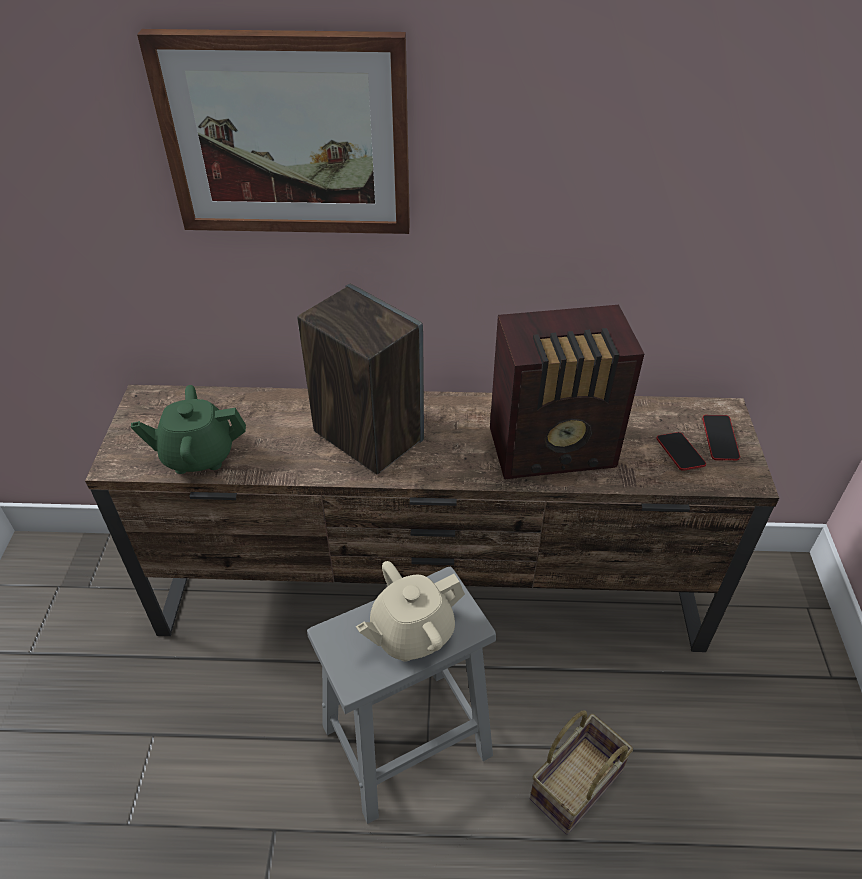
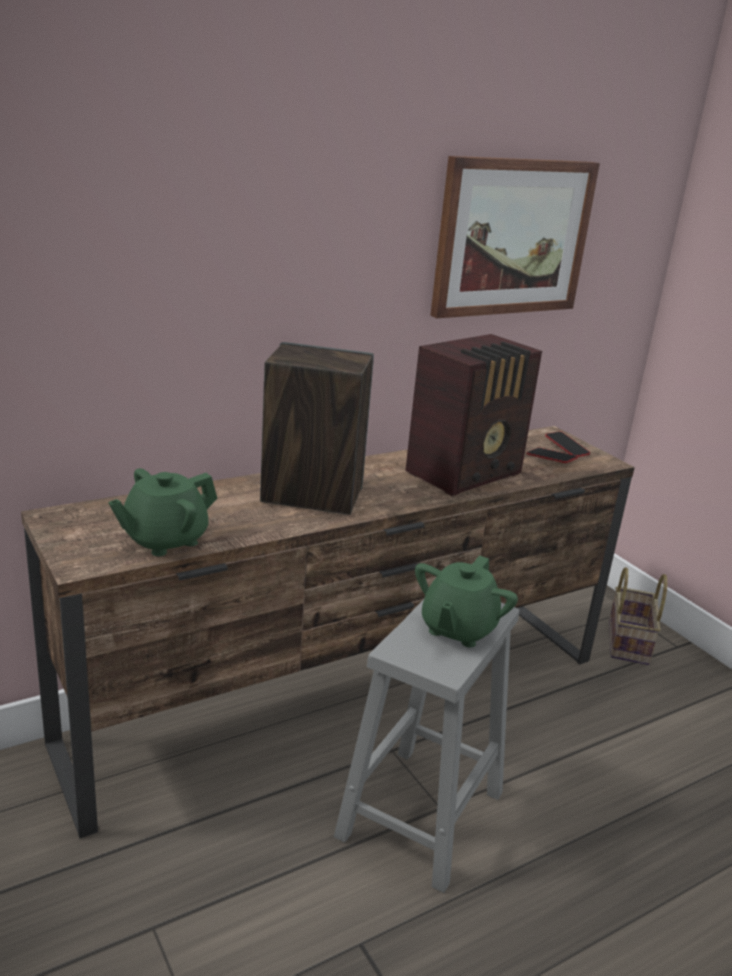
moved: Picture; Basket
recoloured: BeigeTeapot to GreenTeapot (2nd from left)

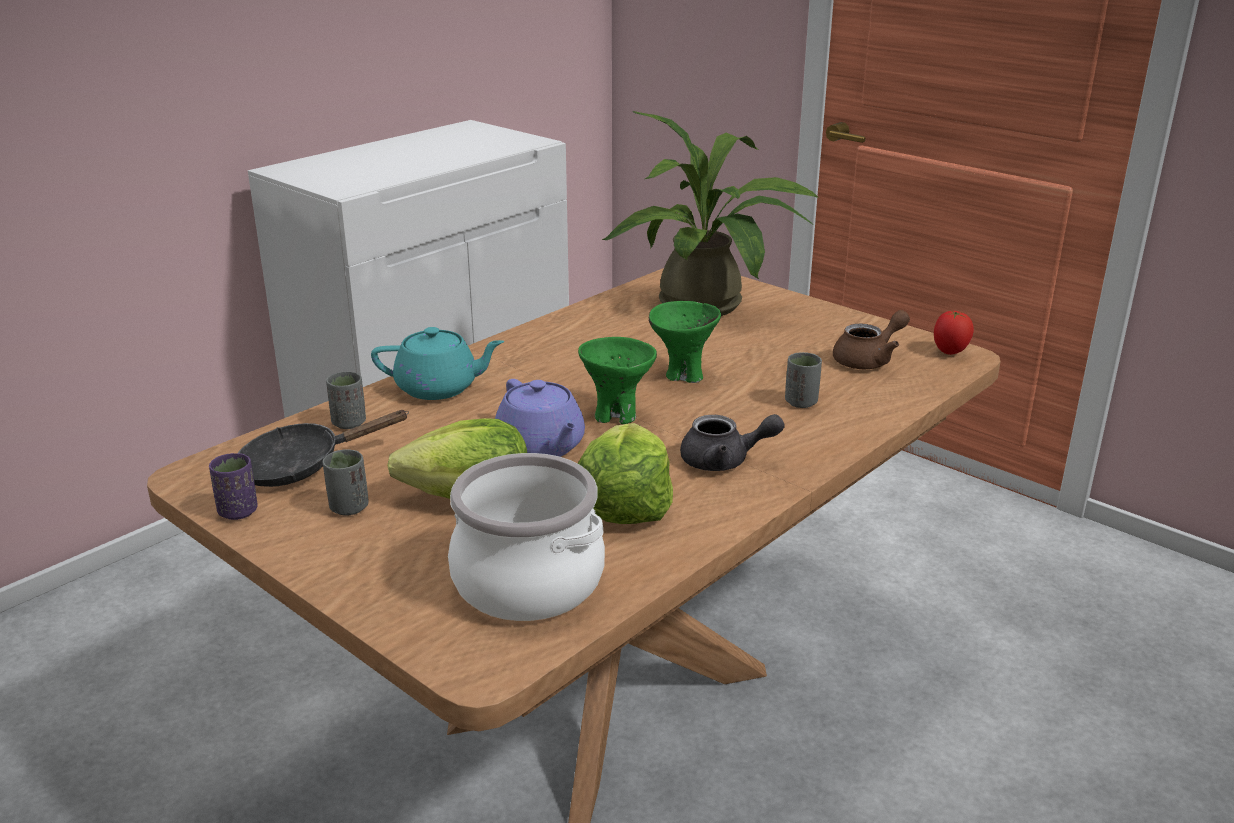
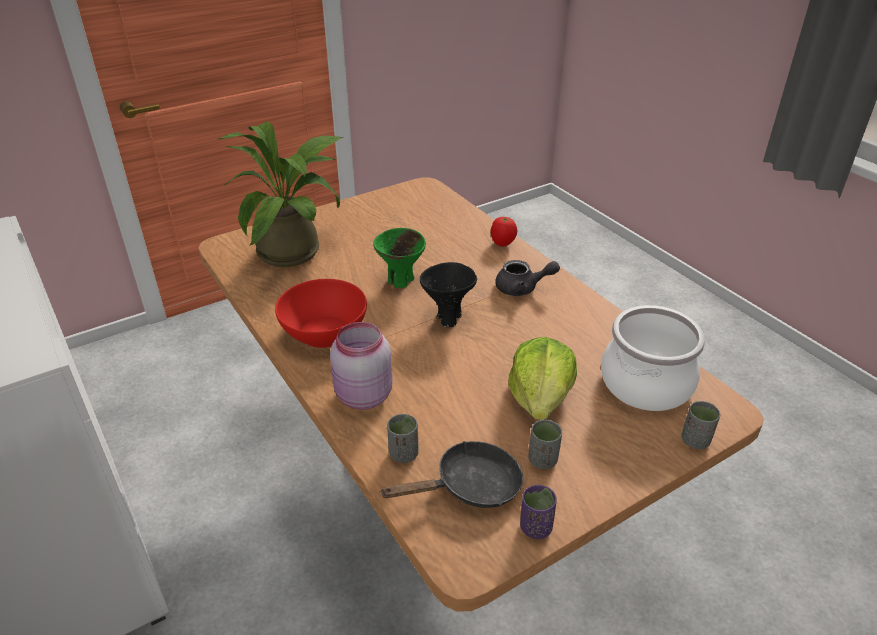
removed: BrownTeapot; PurpleTeapot; Lettuce (2nd from left)
added: RedBowl
moved: Tomato; GreyCup (3rd from left)
replaced: TurquoiseTeapot to PinkJar
recoloured: GreenBowl (1st from left) to BlackBowl
turned: BlackFryingPan 105 degrees counterclockwise; GreyTeapot 75 degrees clockwise

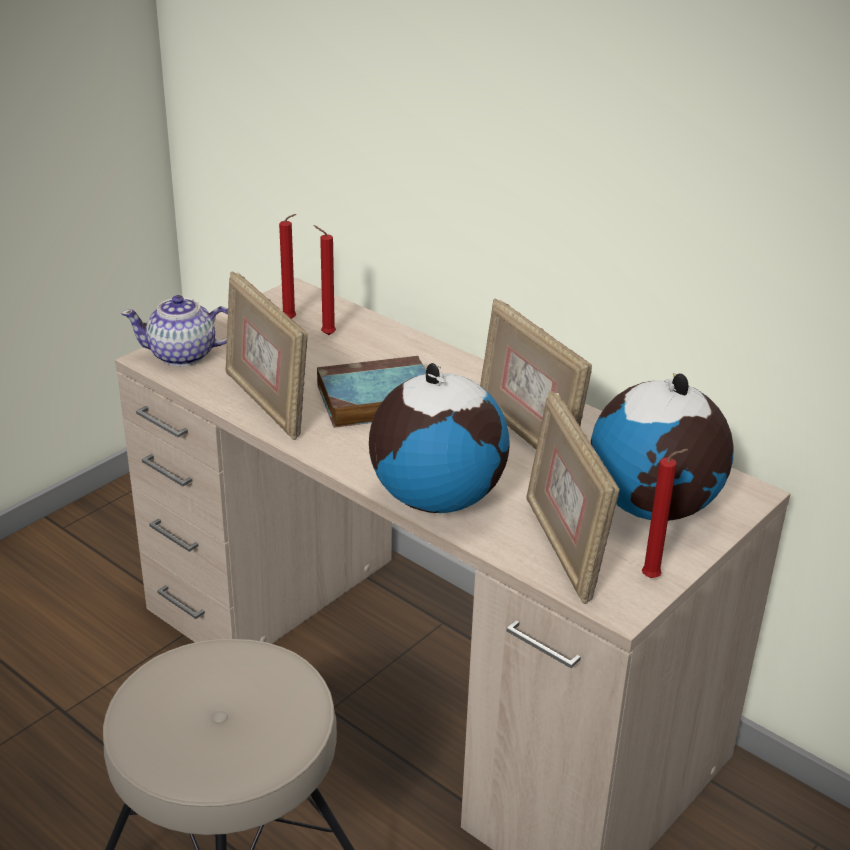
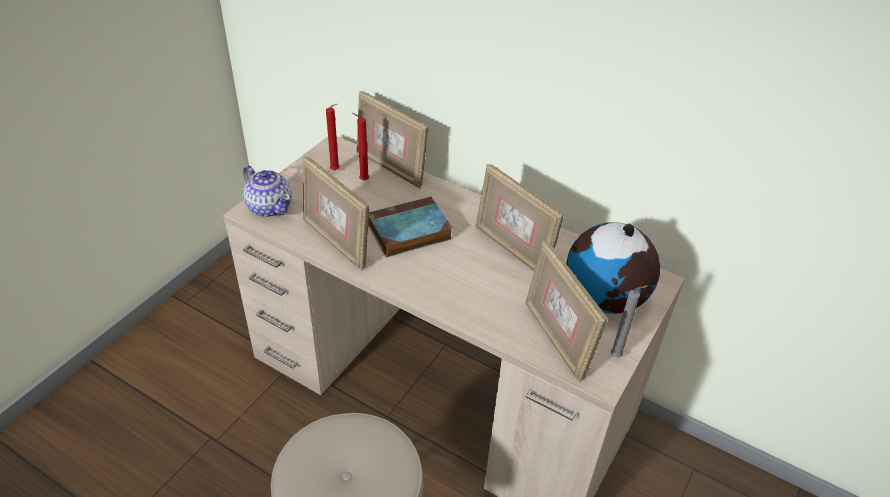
removed: Globe (1st from left)
added: PictureFrame (2nd from left)
recoloured: RedCandle (3rd from left) to GreyCandle
turned: Teapot 120 degrees counterclockwise

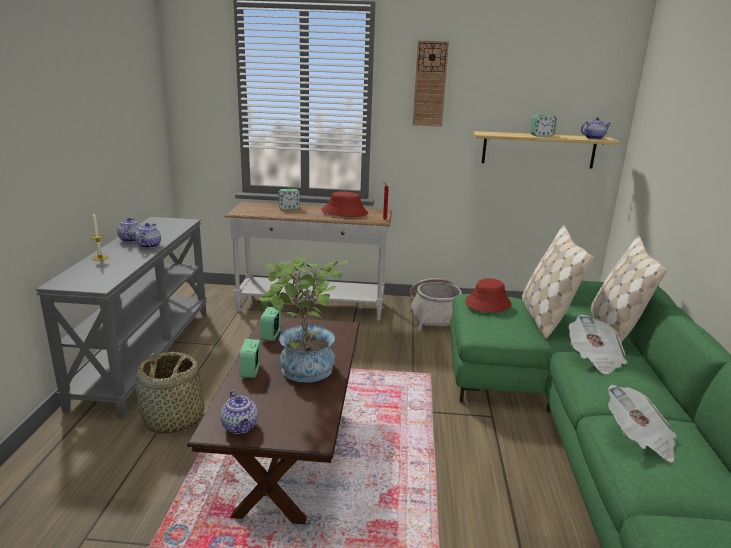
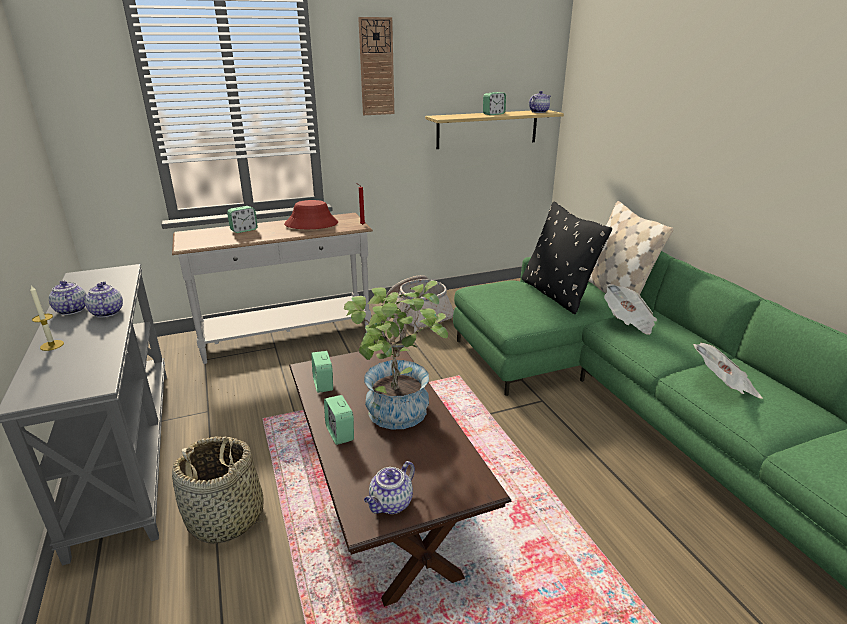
removed: RedHat (2nd from left)
recoloured: BeigePillow (1st from left) to BlackPillow
turned: Teapot (3rd from left) 90 degrees clockwise

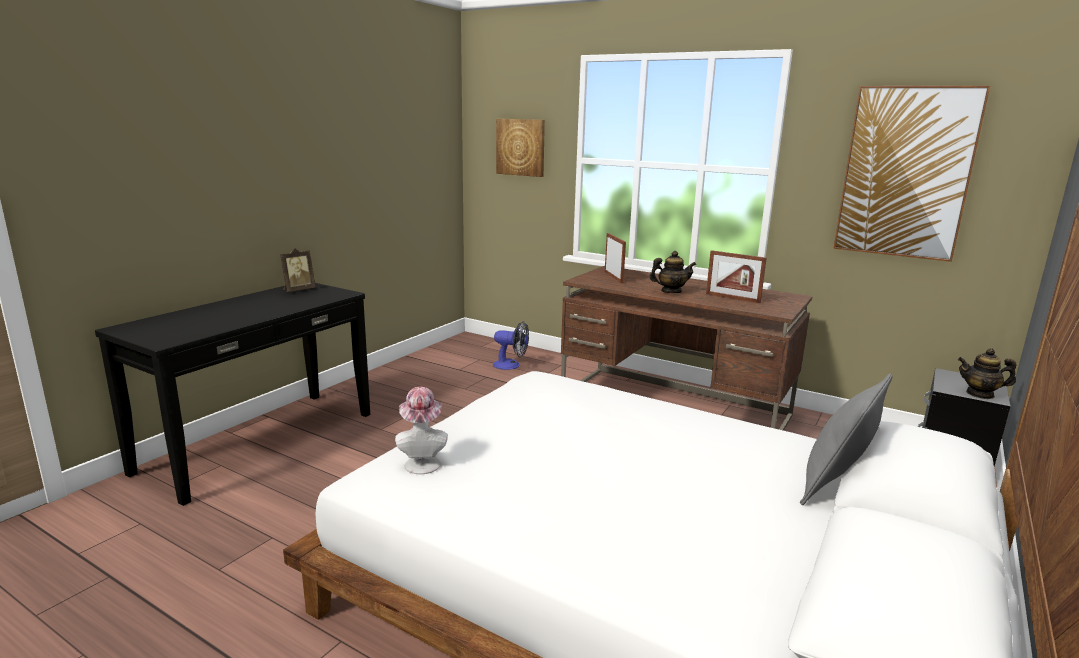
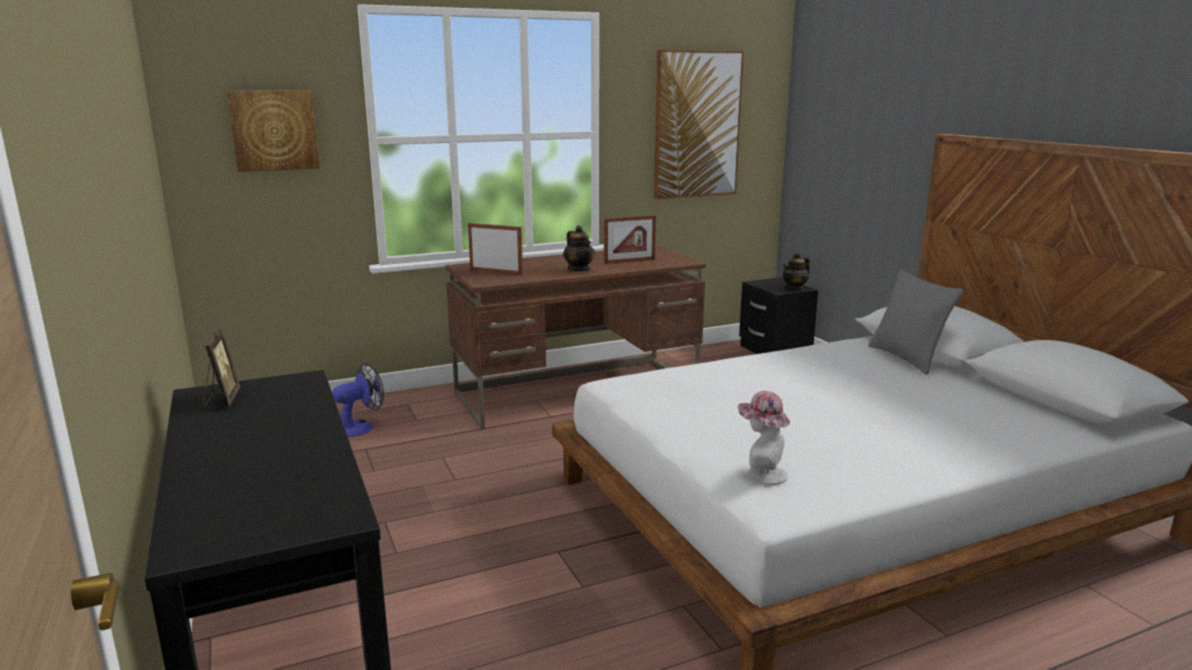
turned: Teapot (1st from left) 120 degrees clockwise

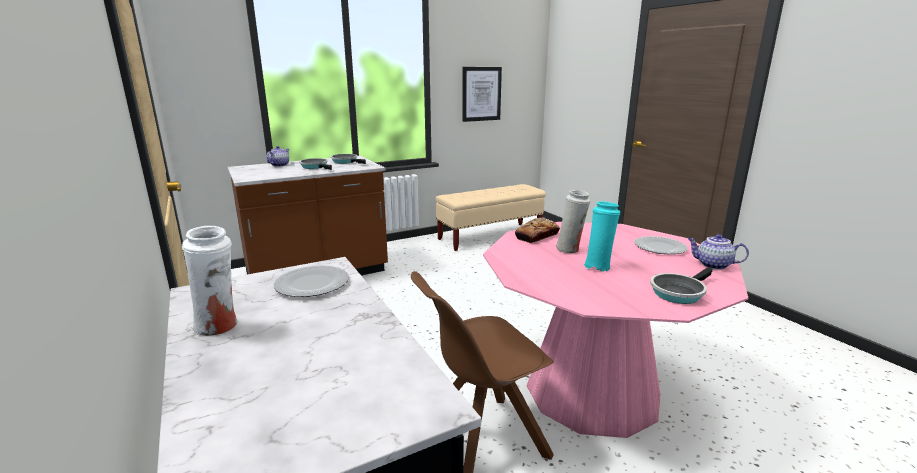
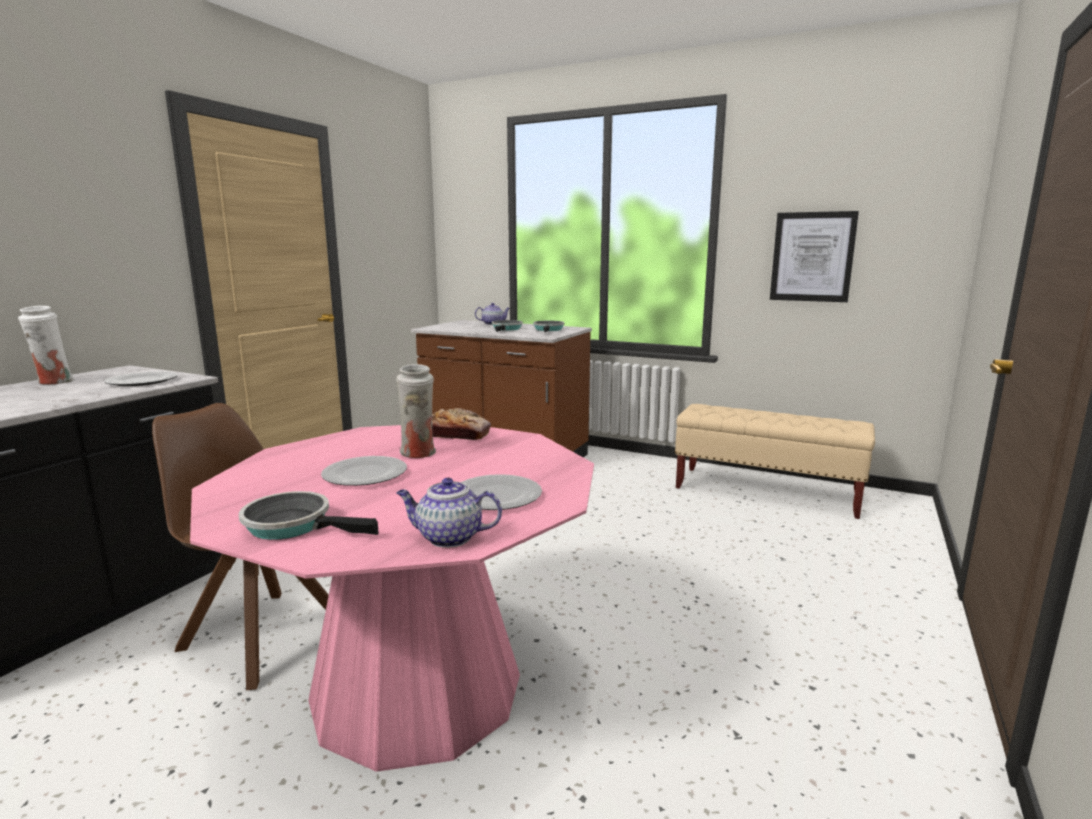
replaced: TurquoiseVase to Plate (2nd from left)
turned: Teapot (2nd from left in the first image) 75 degrees counterclockwise

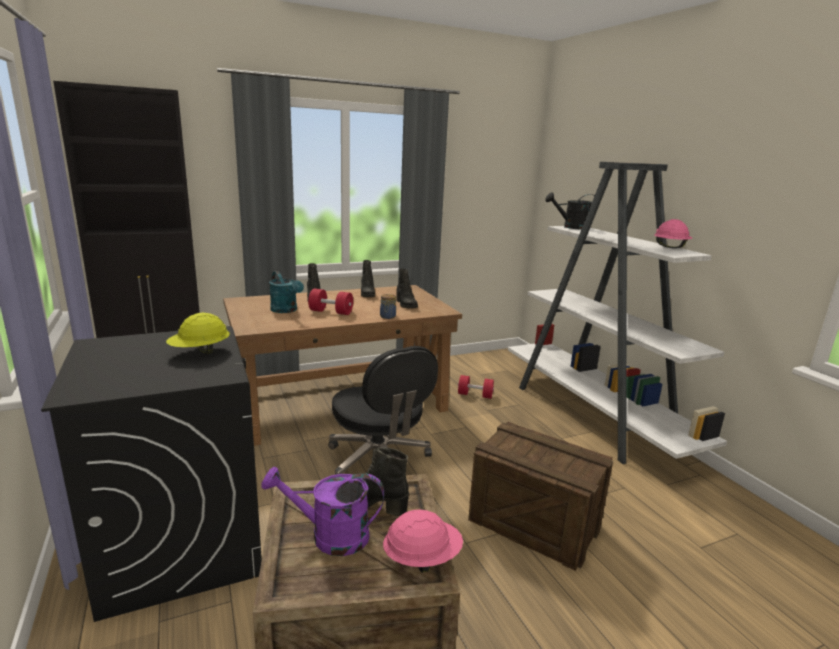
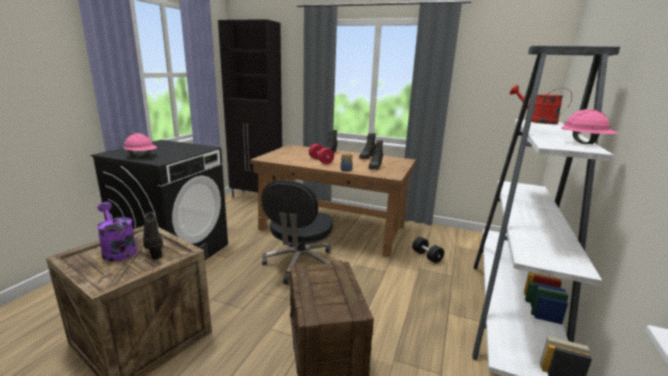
removed: TurquoiseWateringCan; YellowHardHat
moved: PinkHardHat (1st from left)
recoloured: BlackWateringCan to RedWateringCan; RedDumbbell (2nd from left) to BlackDumbbell

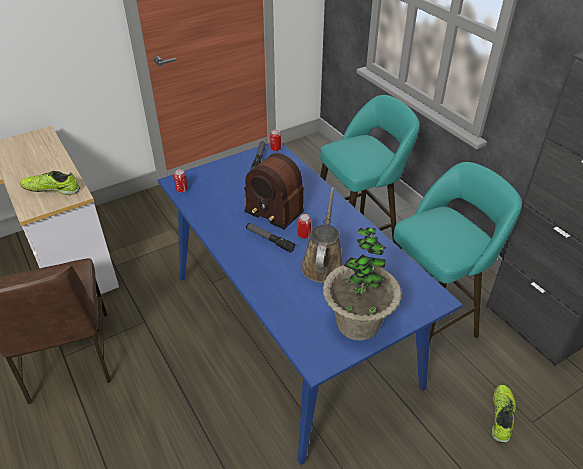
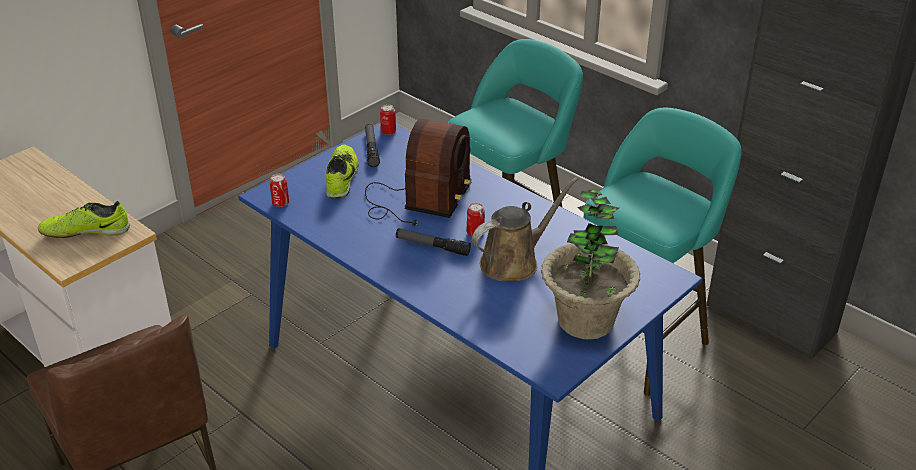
moved: Shoe (2nd from left)
turned: Radio 90 degrees counterclockwise; BrownWateringCan 60 degrees clockwise

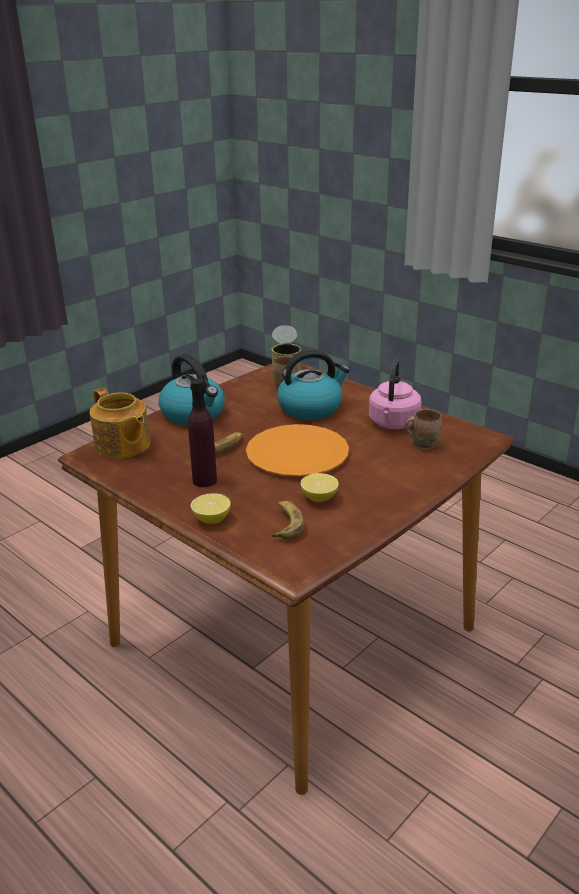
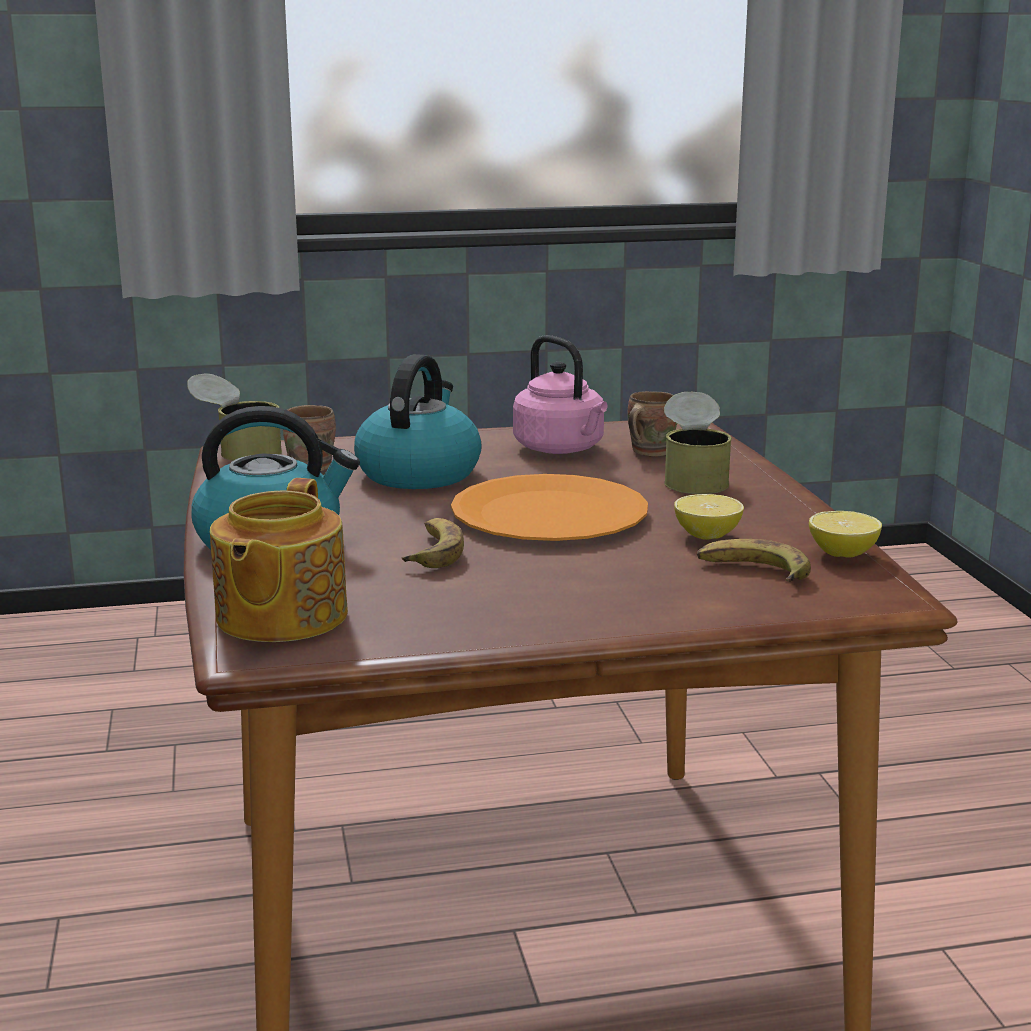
removed: PurpleBottle
added: Can (2nd from left)
moved: Lemon (1st from left in the first image) to Lemon (2nd from left)
turned: Teapot 105 degrees clockwise

